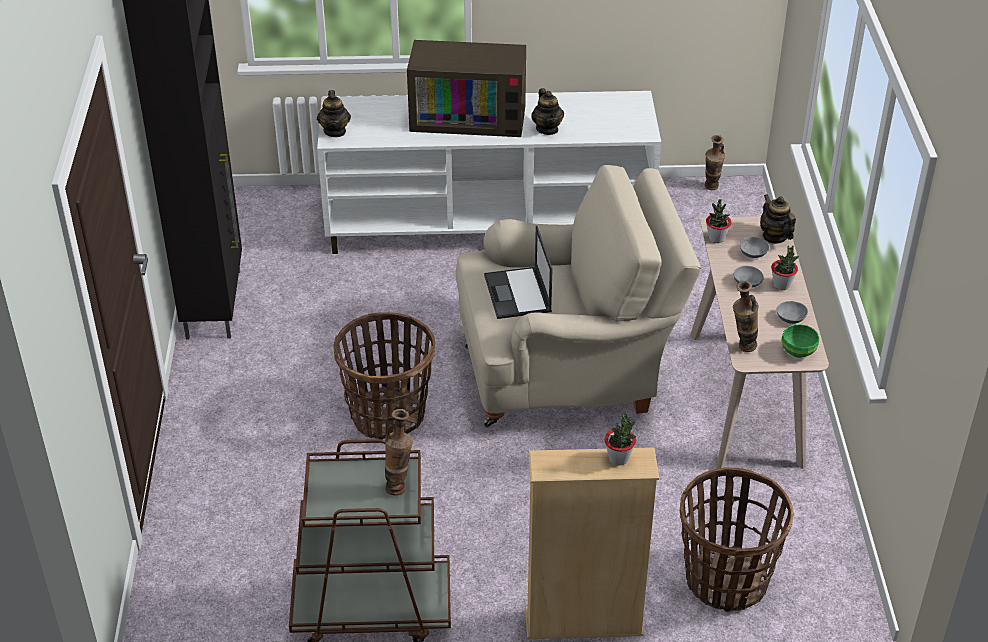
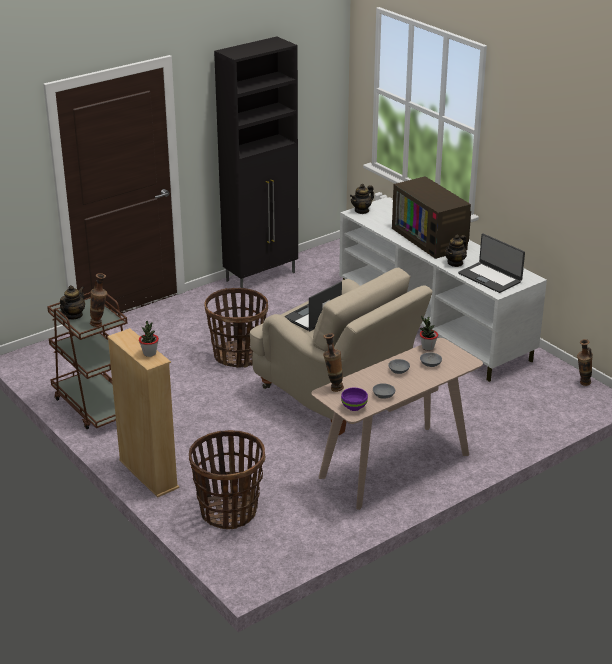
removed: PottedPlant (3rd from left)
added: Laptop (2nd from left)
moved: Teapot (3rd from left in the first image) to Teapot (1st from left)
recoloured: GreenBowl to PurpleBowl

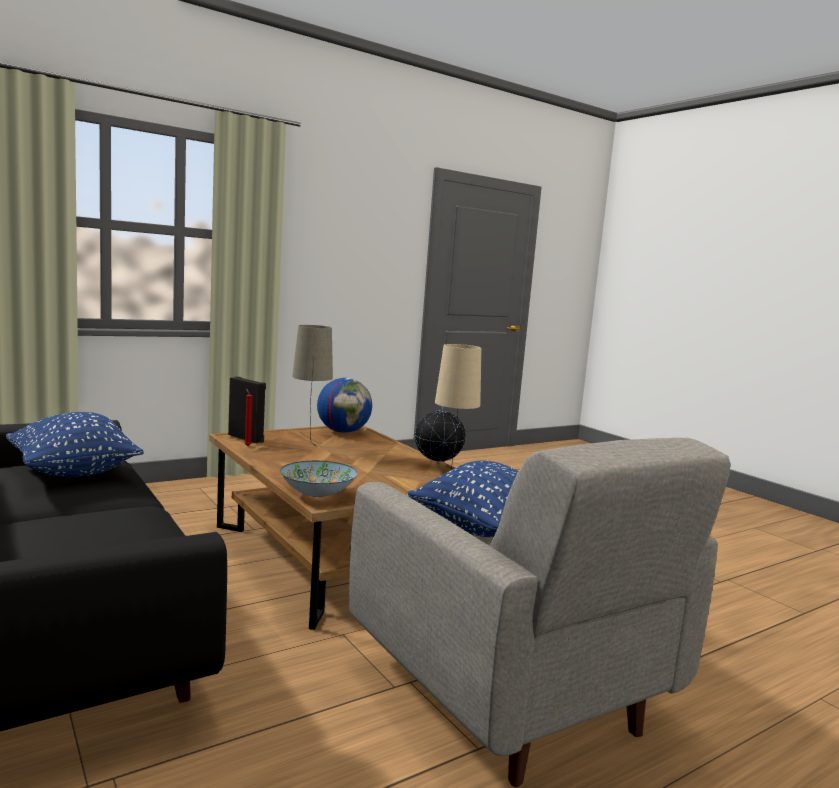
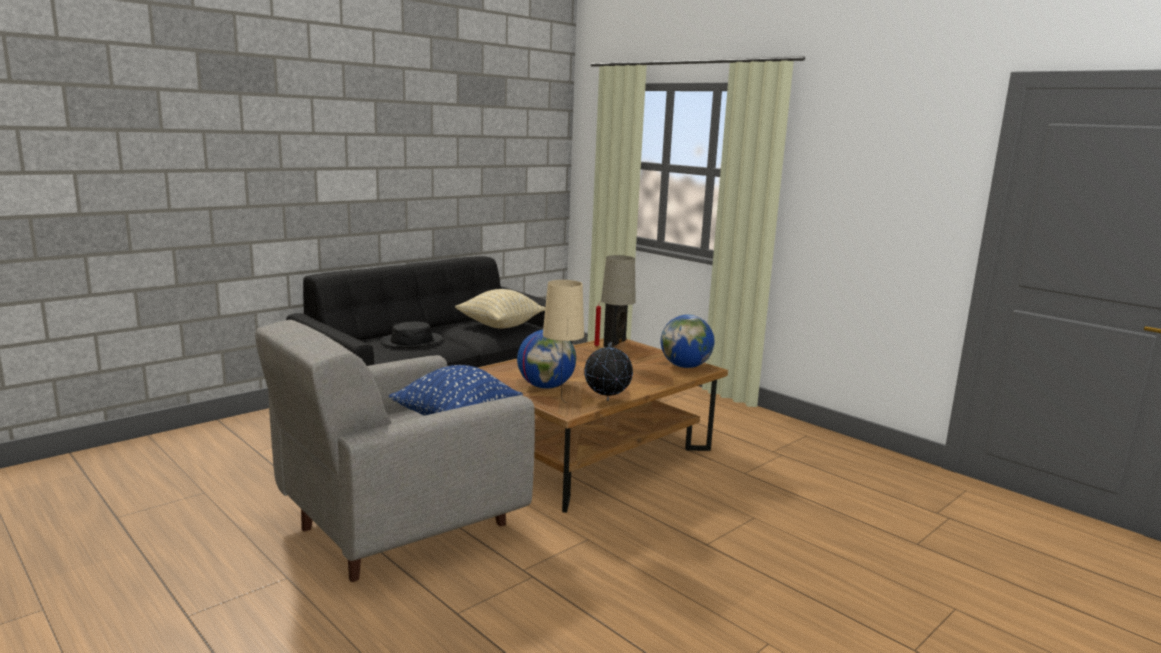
removed: Bowl
added: BlackHat; Globe (1st from left)
recoloured: BluePillow (1st from left) to BeigePillow

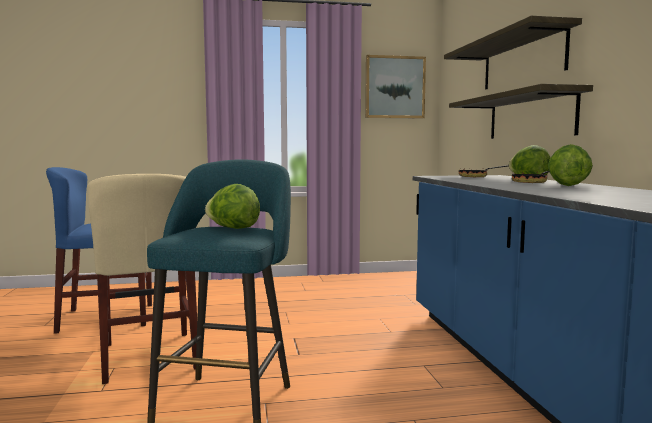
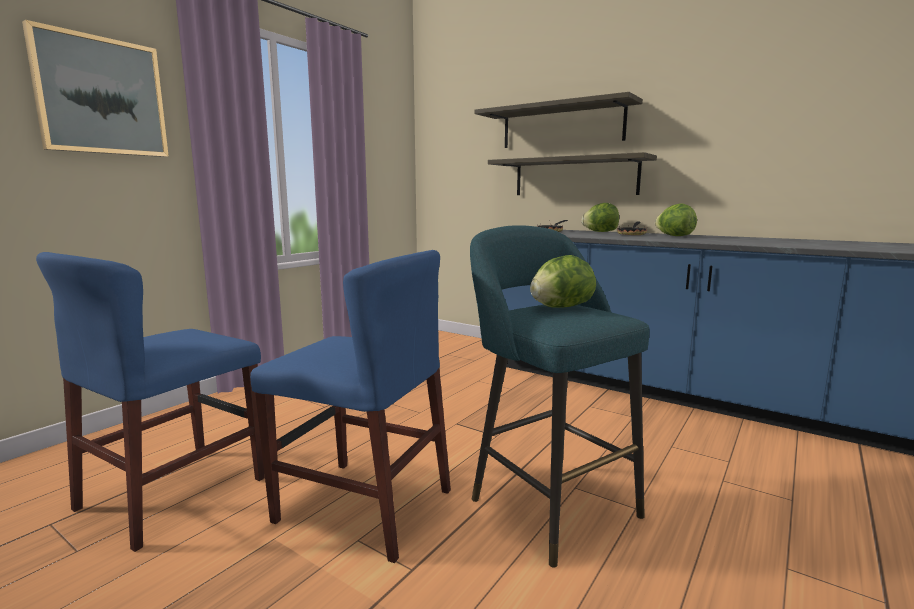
moved: Picture
recoloured: BeigeChair to BlueChair (2nd from left)

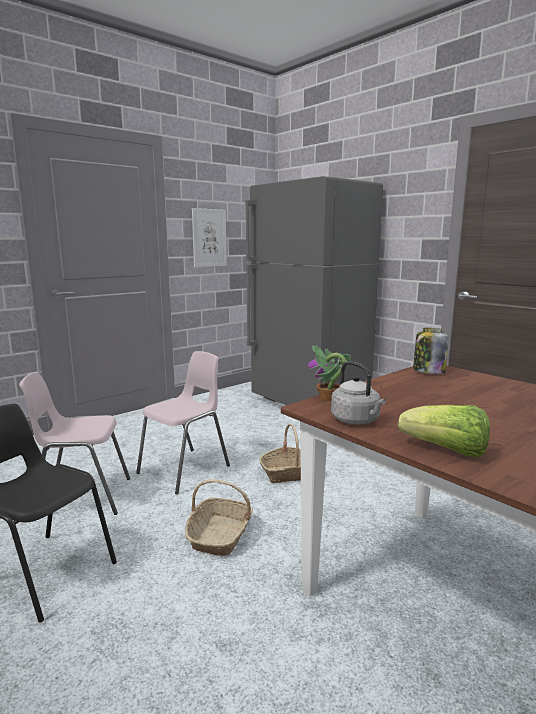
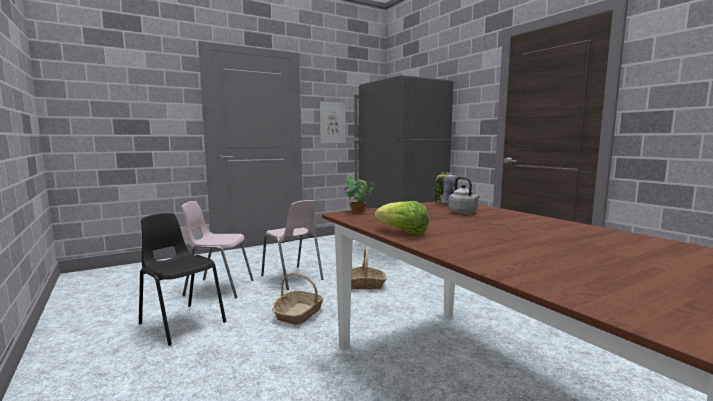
moved: GreyKettle
turned: PinkChair (2nd from left) 90 degrees clockwise

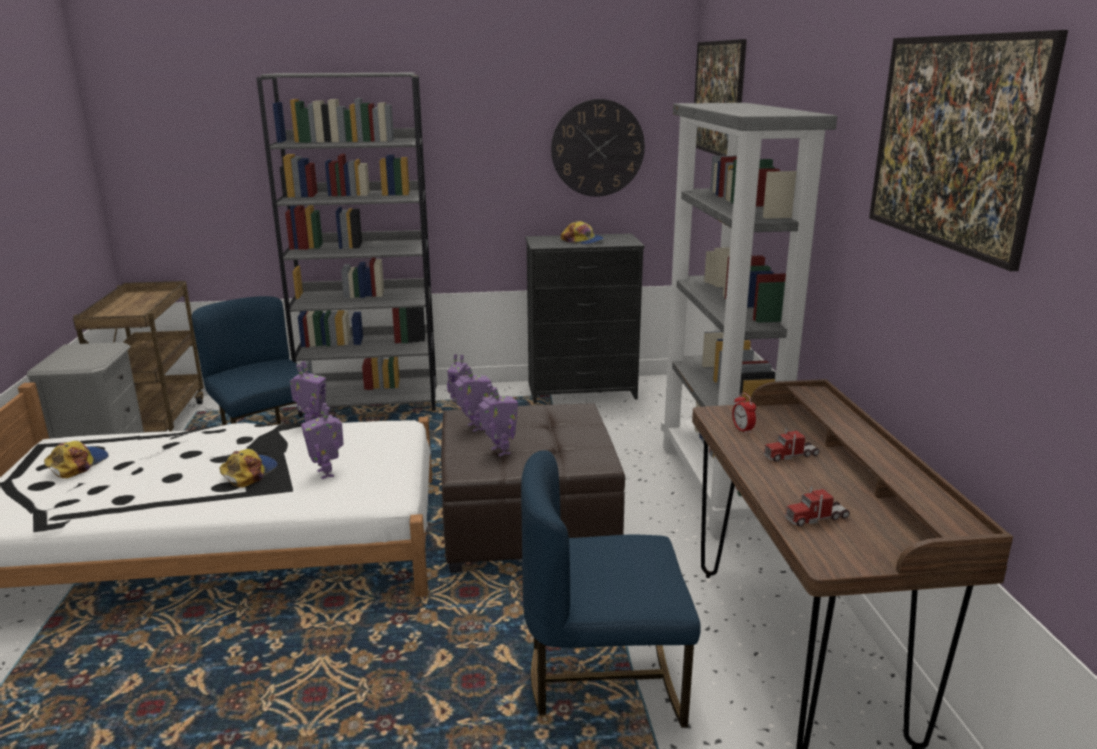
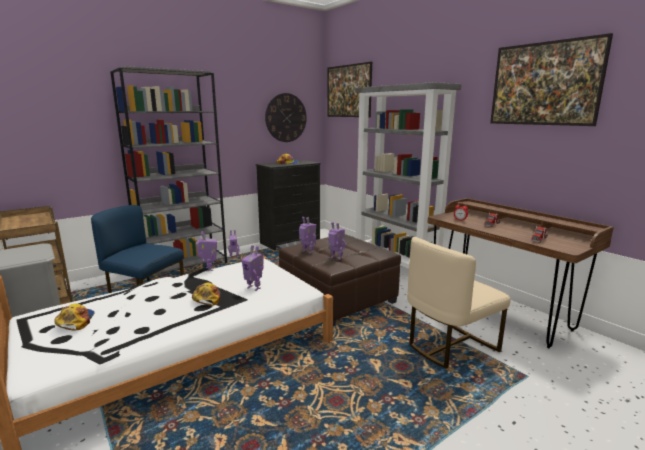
recoloured: BlueChair (2nd from left) to BeigeChair

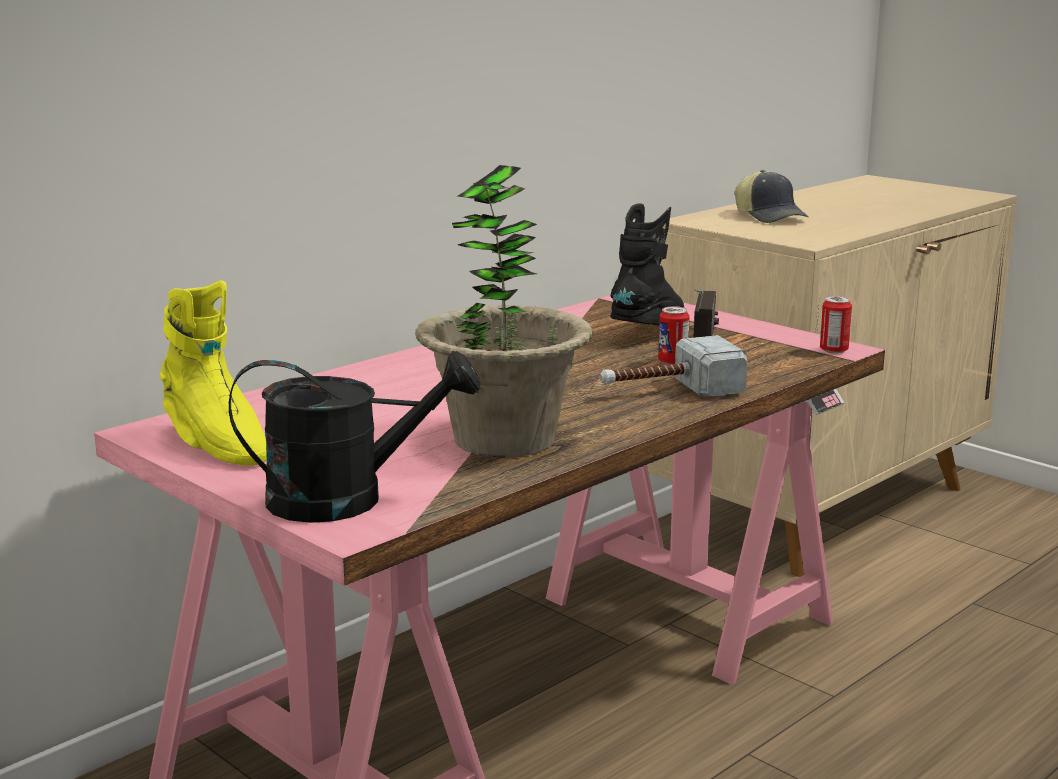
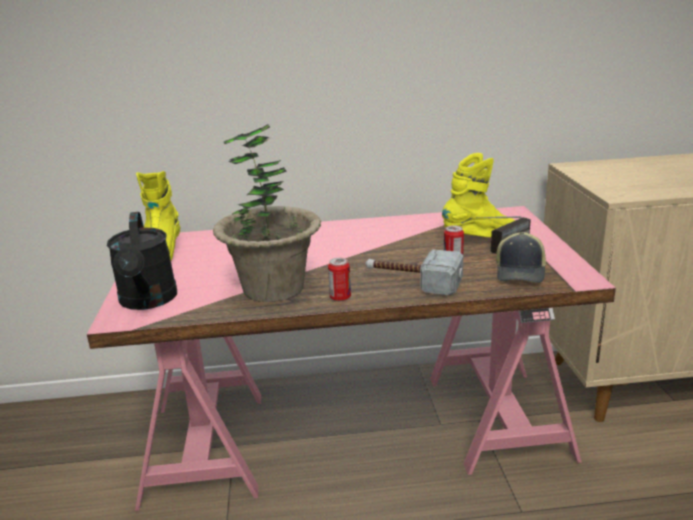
moved: Cap; Can (2nd from left in the first image) to Can (1st from left)
recoloured: BlackBoot to YellowBoot (2nd from left)
turned: BlackWateringCan 45 degrees clockwise

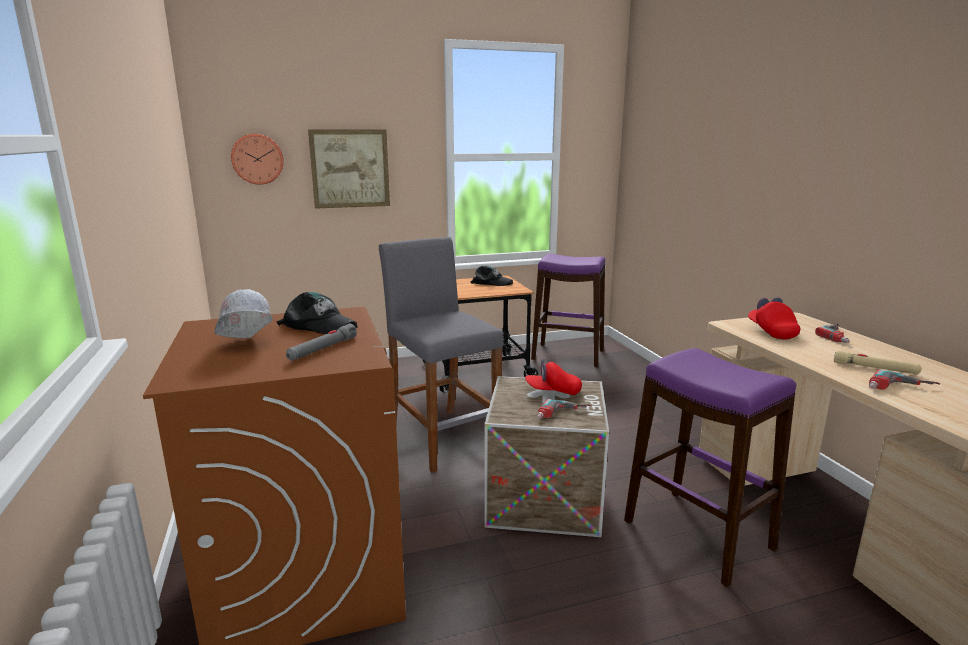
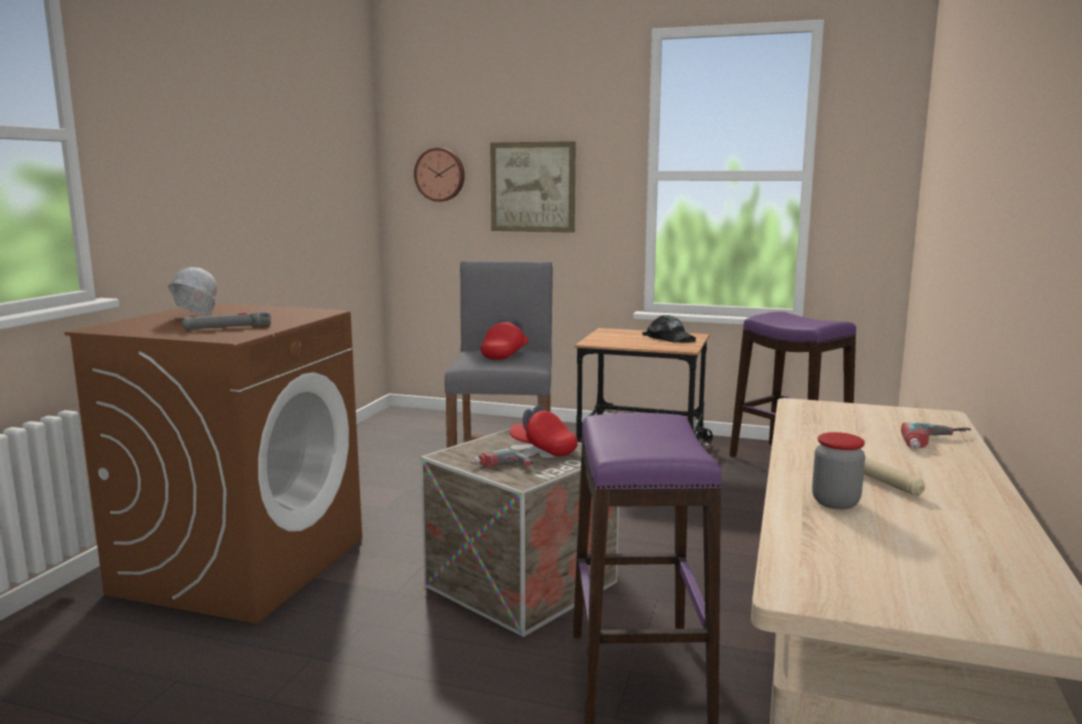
removed: BlackCap (1st from left)
moved: RedCap (2nd from left in the first image) to RedCap (1st from left)
replaced: PowerDrill (3rd from left) to Jar

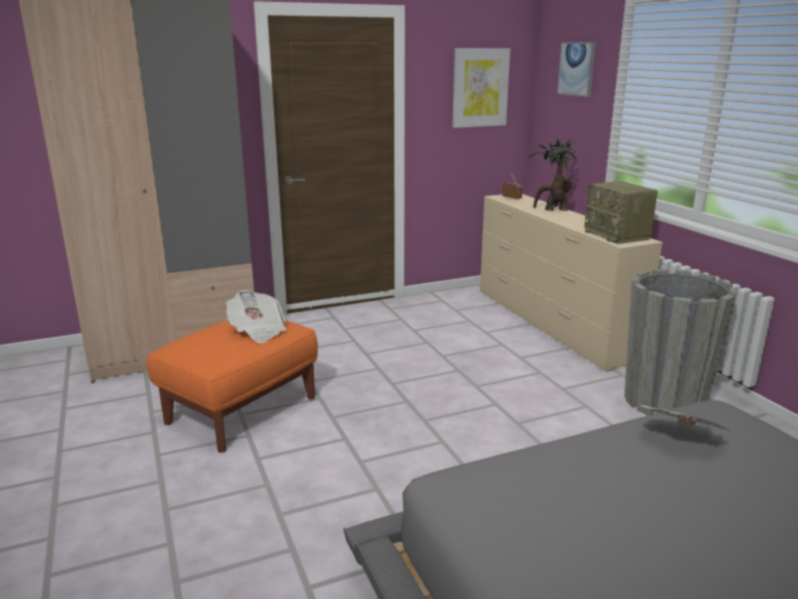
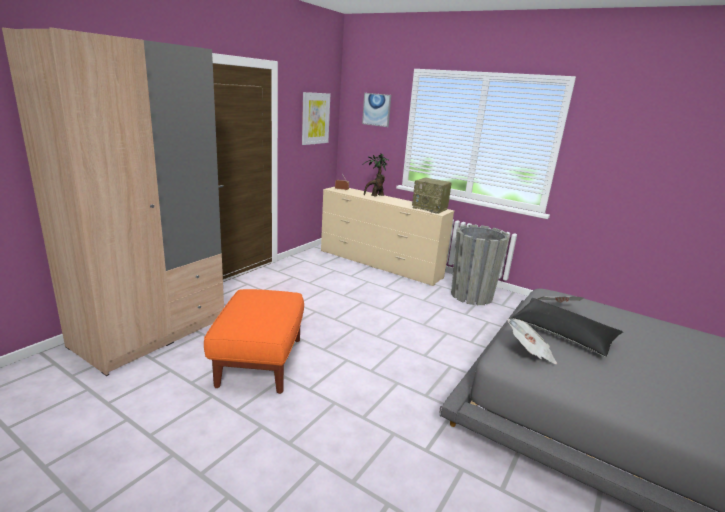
added: BlackPillow
moved: Newspaper (1st from left)

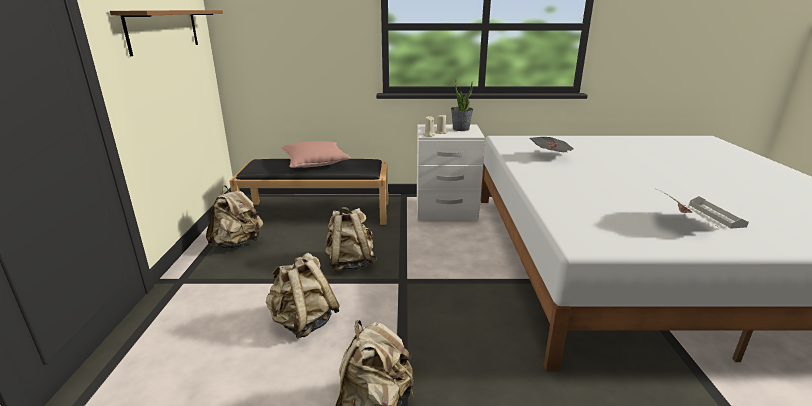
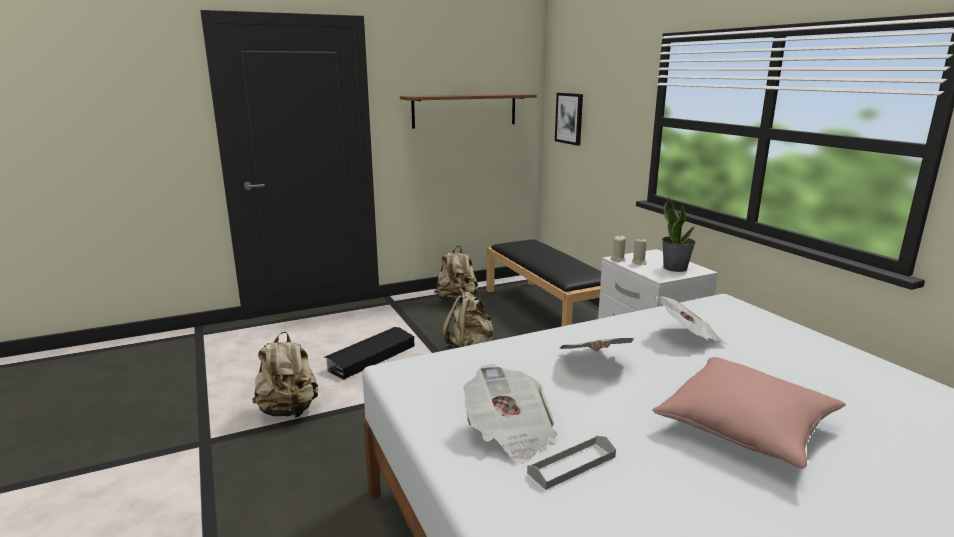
added: Picture; Newspaper (2nd from left)
moved: PinkPillow
replaced: BeigeBackpack (2nd from left) to BlackStorageBox

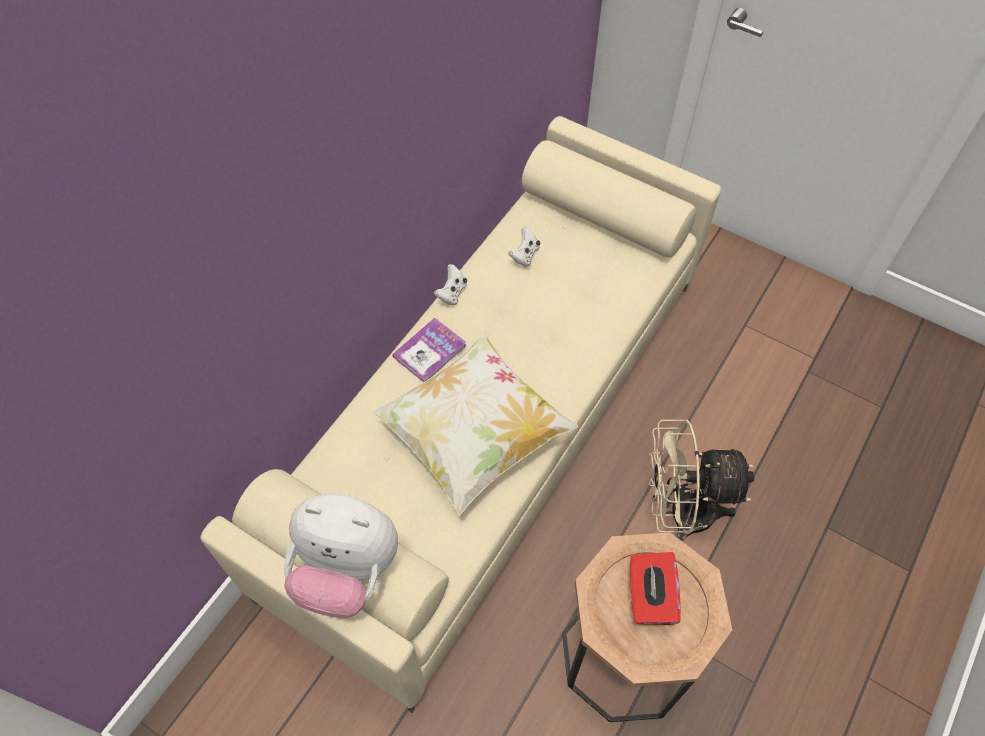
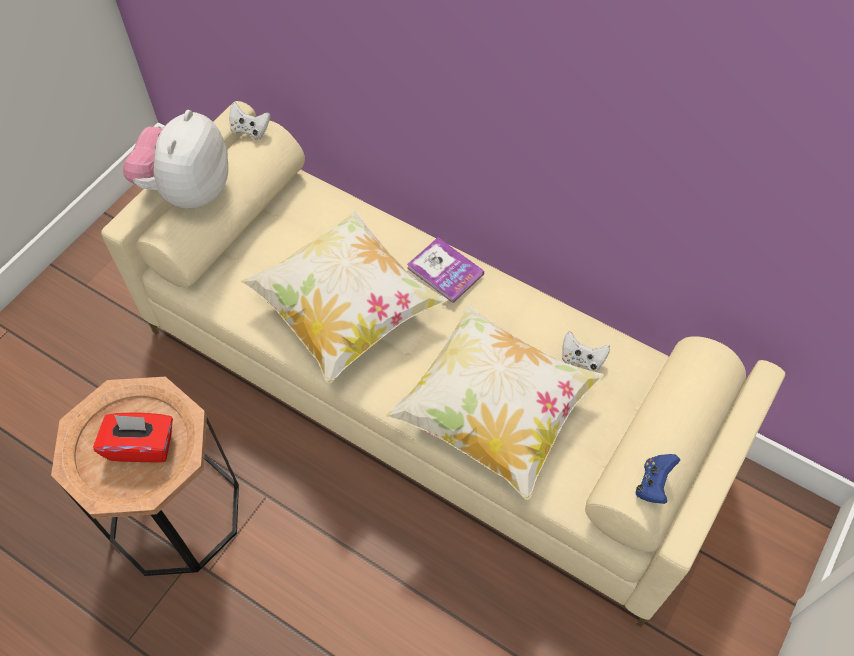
removed: BeigeFan
added: Pillow (2nd from left); BlueGameController
moved: WhiteGameController (1st from left)

